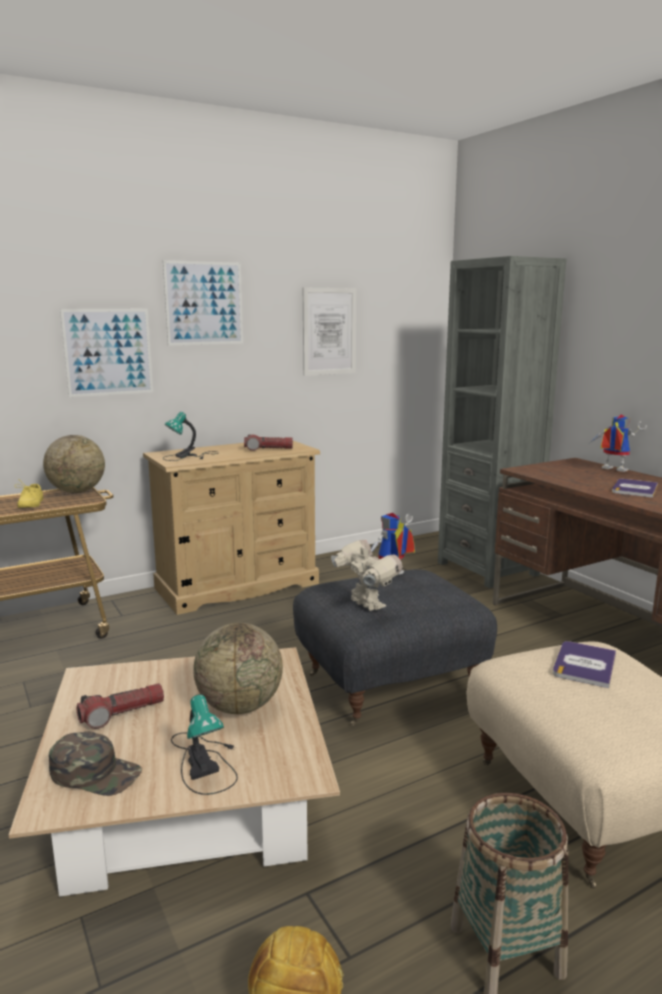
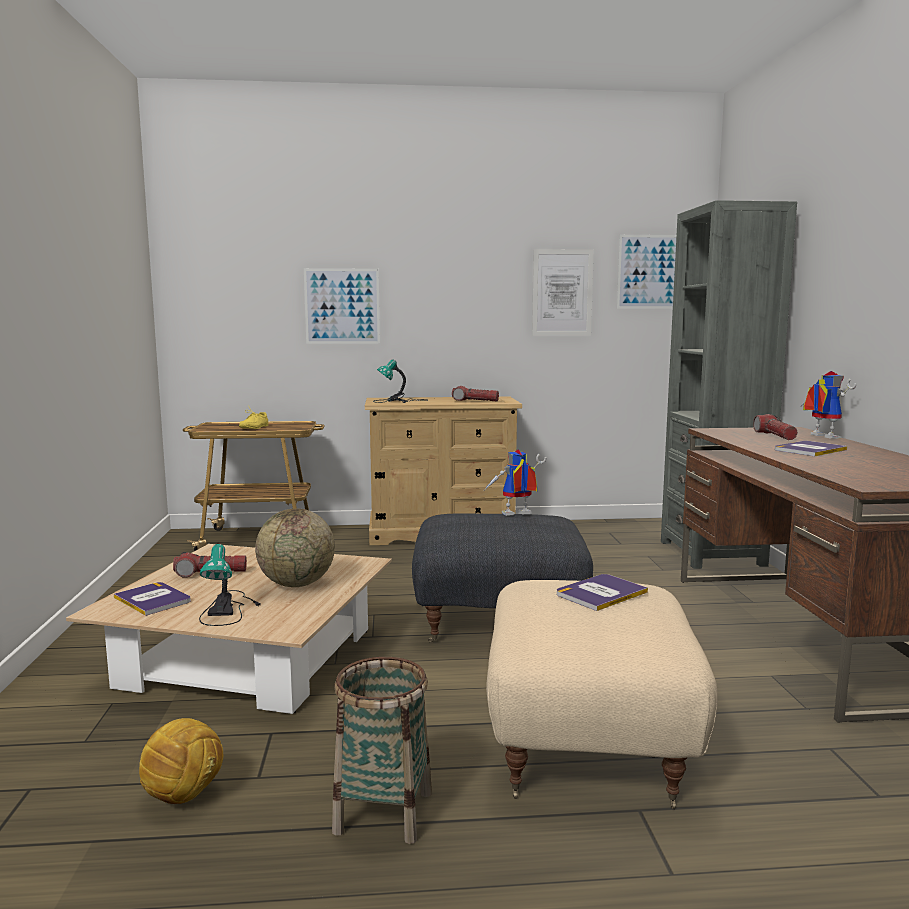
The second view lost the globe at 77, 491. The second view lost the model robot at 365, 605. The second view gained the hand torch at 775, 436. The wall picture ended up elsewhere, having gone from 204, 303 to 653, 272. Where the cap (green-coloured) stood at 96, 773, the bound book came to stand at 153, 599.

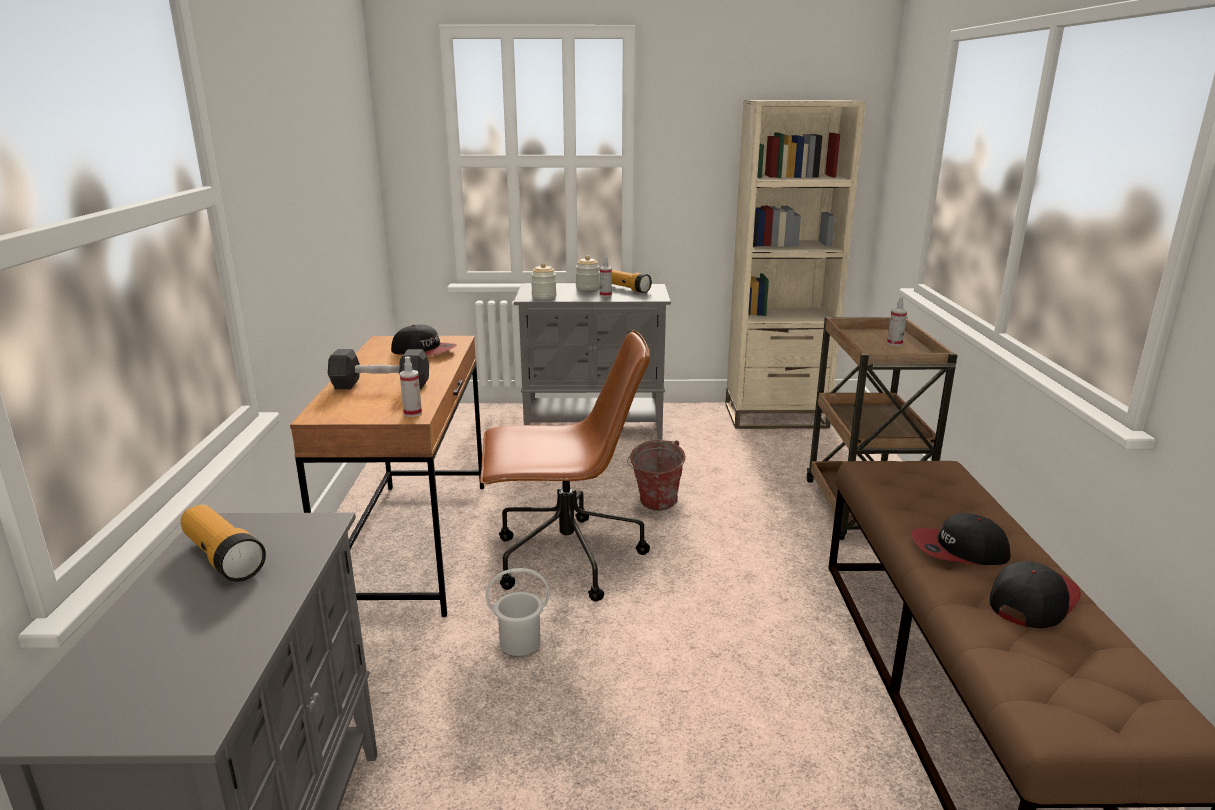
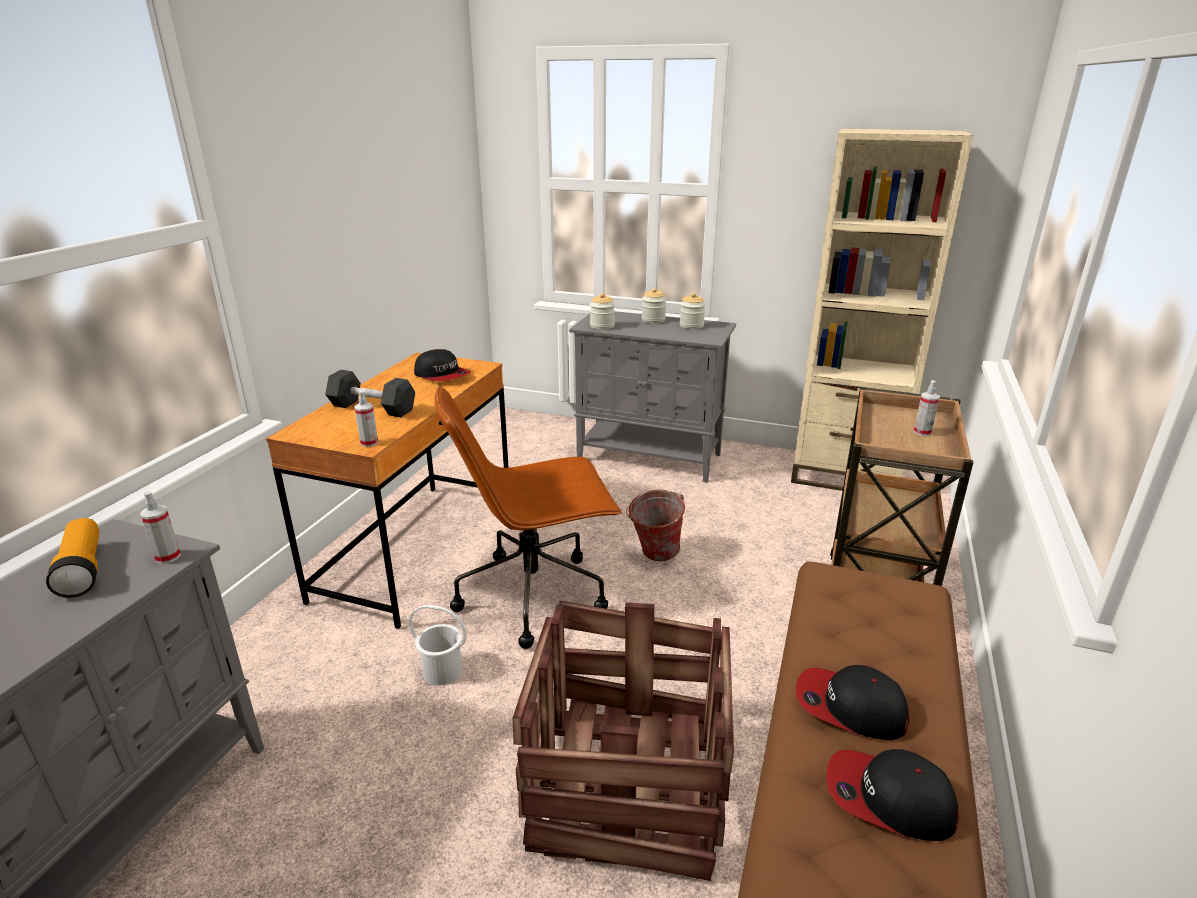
The second view gained the crate at 626, 788. The hand sprayer ended up elsewhere, having gone from 605, 295 to 168, 557. Where the hand torch stood at 627, 289, the jar came to stand at 691, 325. The desk chair (brownish) at 565, 559 ended up facing another way, 150 degrees clockwise from before. The cap at 1032, 600 ended up facing another way, 135 degrees counterclockwise from before.

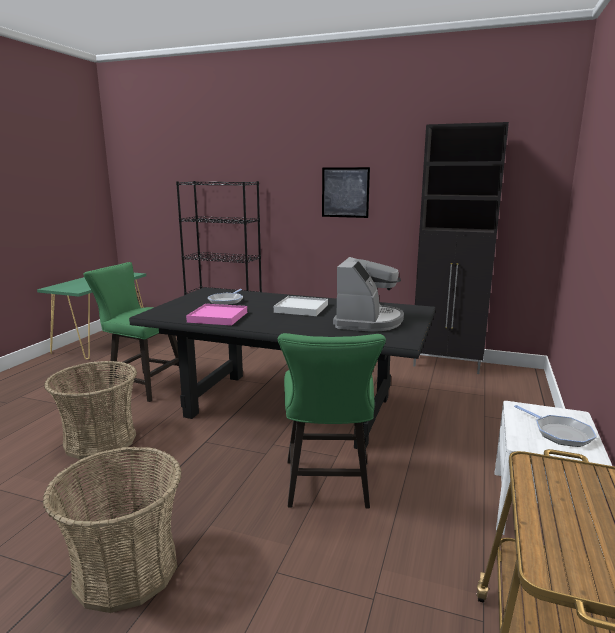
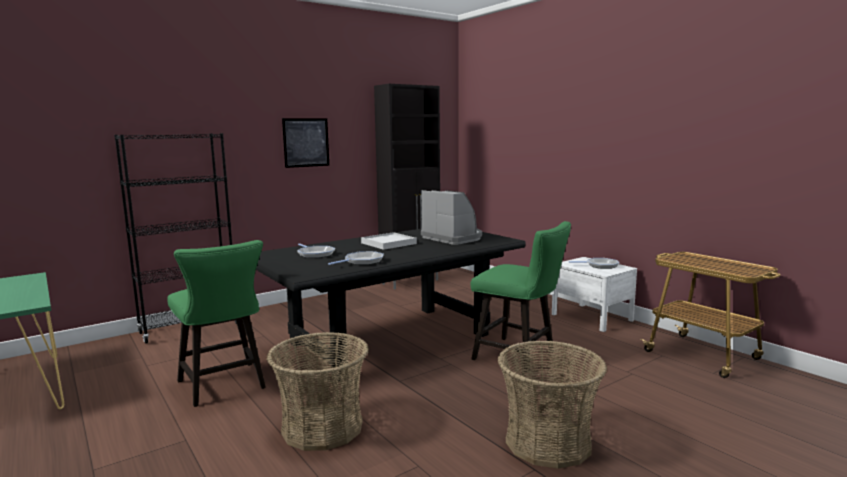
Where the serving tray (pink-coloured) stood at 218, 317, the pan came to stand at 362, 261. The plain chair (green-coloured) at 143, 385 ended up facing another way, 90 degrees counterclockwise from before.

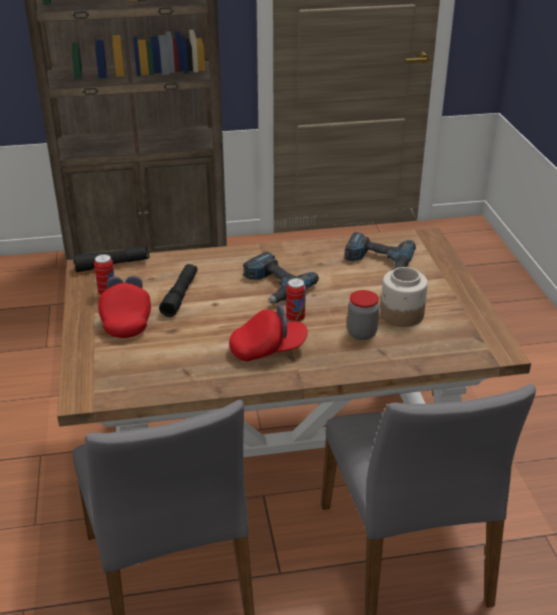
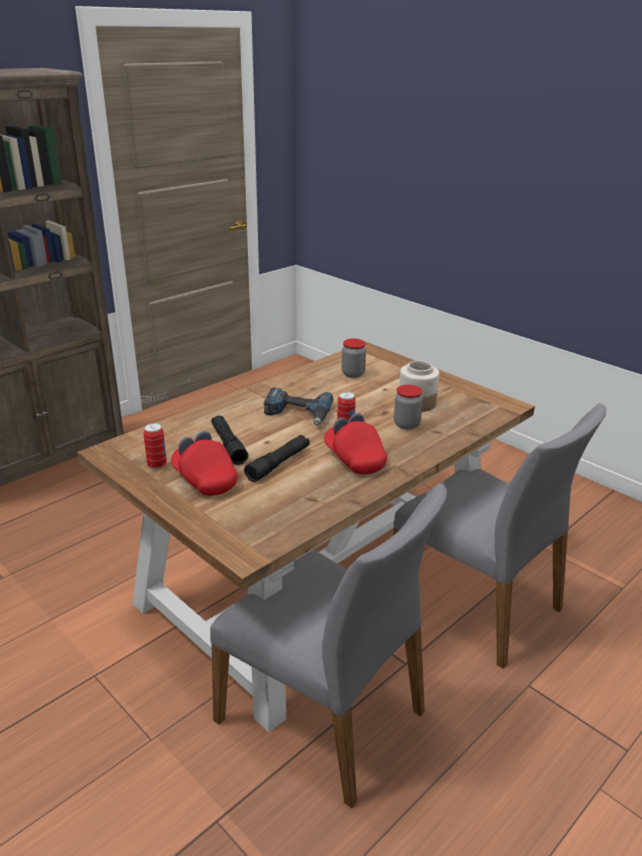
The hand torch (black-coloured) ended up elsewhere, having gone from 112, 265 to 278, 464. Where the power drill stood at 378, 261, the jar came to stand at 353, 374. The cap (reddish) at 268, 349 ended up facing another way, 75 degrees counterclockwise from before.

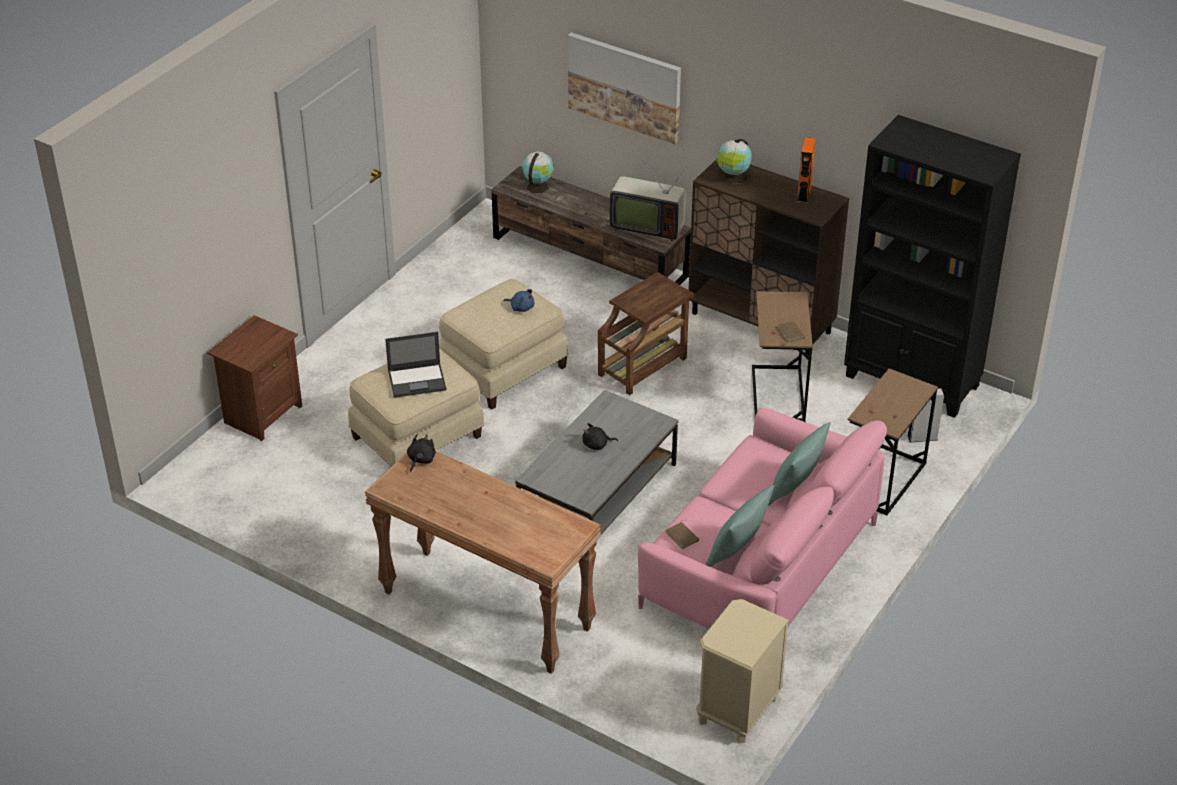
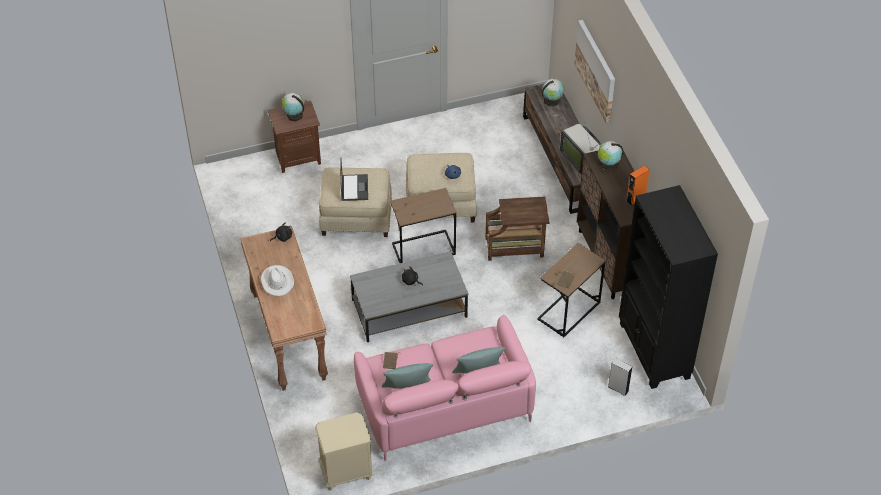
The second view gained the wearable hat (white-coloured) at 277, 281. The second view gained the globe at 293, 115. The end table (brownish) ended up elsewhere, having gone from 883, 480 to 423, 249. The laptop at 417, 380 ended up facing another way, 120 degrees counterclockwise from before.

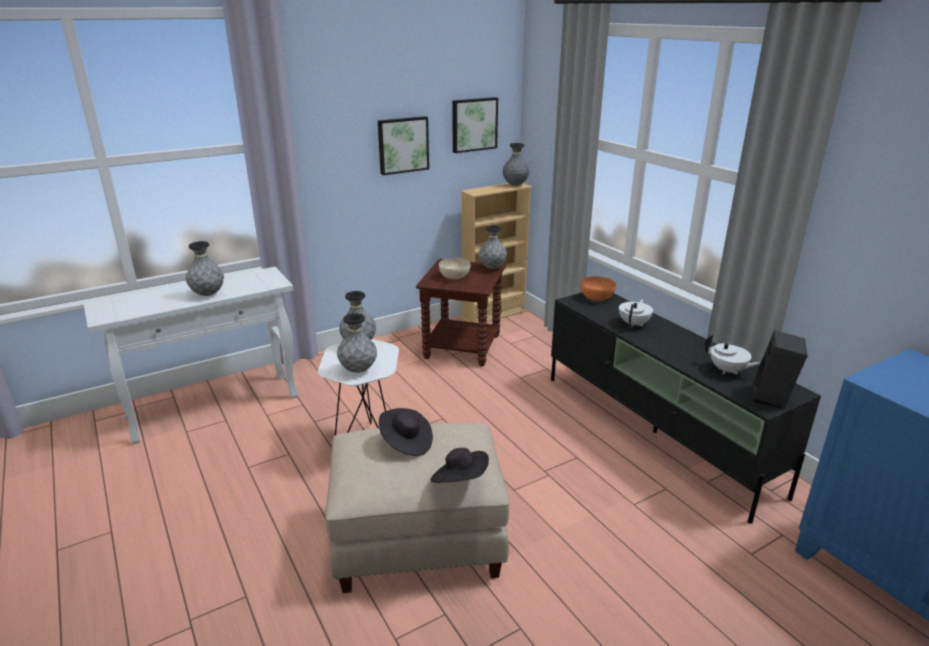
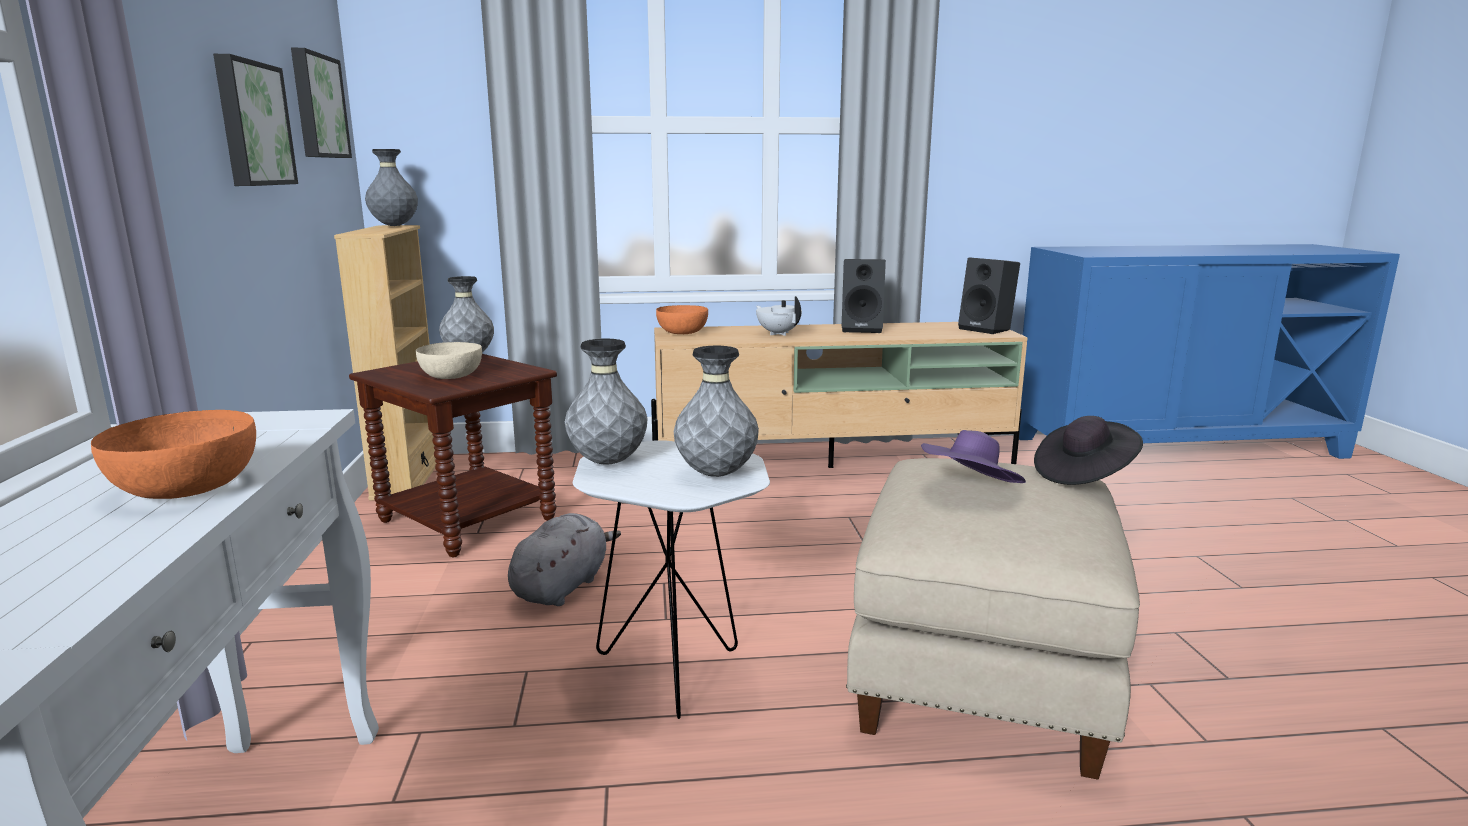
The second view lost the tea pot (white-coloured) at 727, 371. The second view gained the soft toy (grey) at 562, 586. The second view gained the loudspeaker (black-coloured) at 862, 329. Where the flower vase (grey) stood at 208, 294, the serving bowl (orange-coloured) came to stand at 189, 488. What was the wearable hat (black-coloured) at 406, 443 turned into the wearable hat (purple) at 970, 489. What was the tv stand (black-coloured) at 655, 432 turned into the tv stand (beige) at 833, 467.

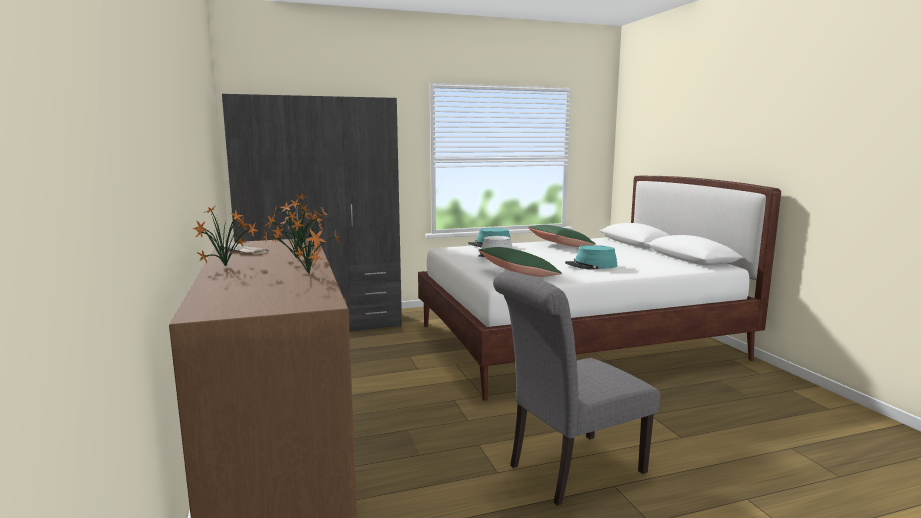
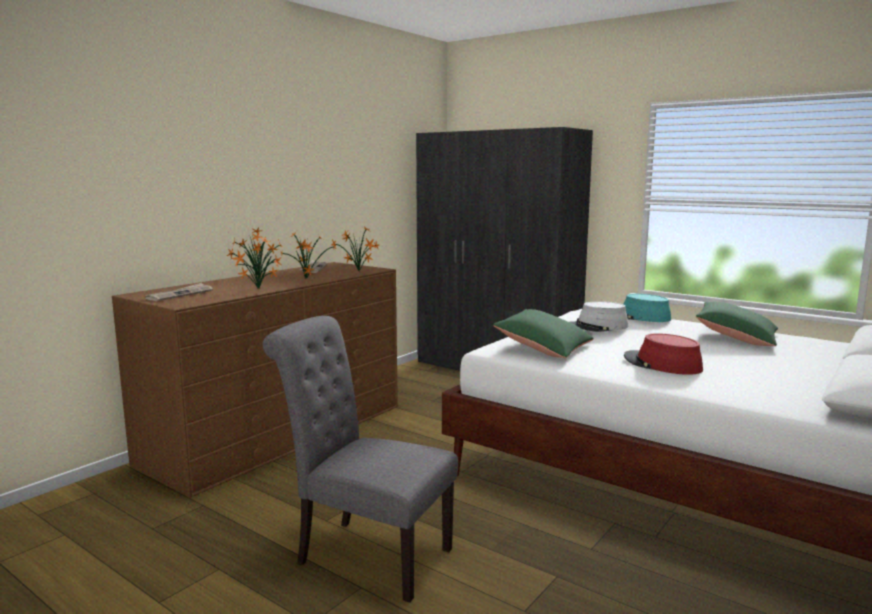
The second view gained the printed paper at 180, 294. What was the wearable hat (turquoise) at 591, 265 turned into the wearable hat (reddish) at 662, 364.

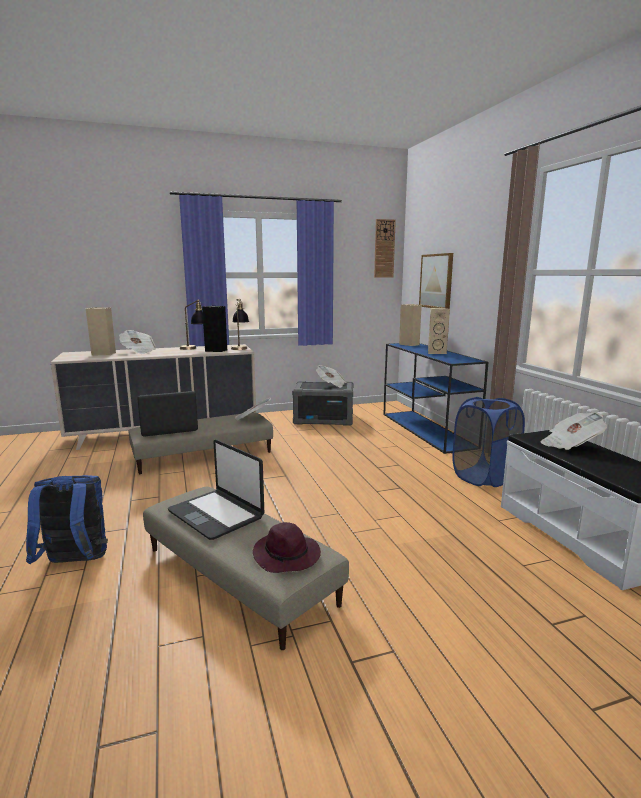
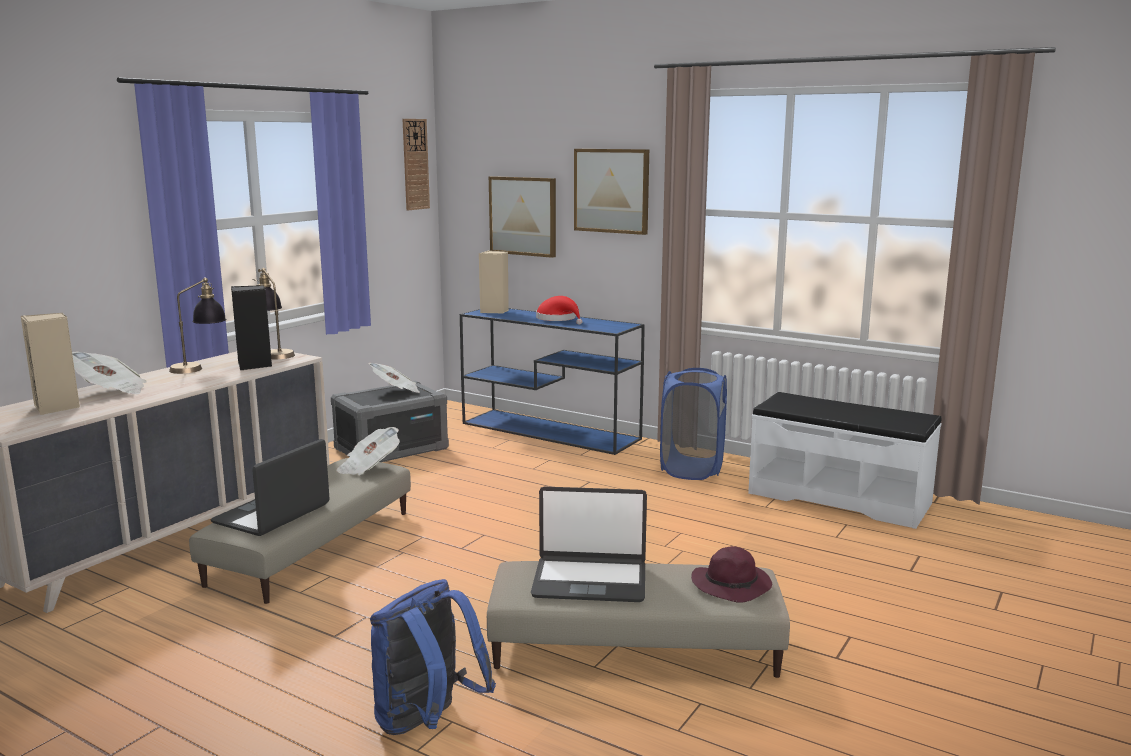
The second view lost the printed paper at 570, 445. The second view gained the wall picture at 611, 190. Where the loudspeaker (beige) stood at 436, 352, the wearable hat (reddish) came to stand at 558, 319.

